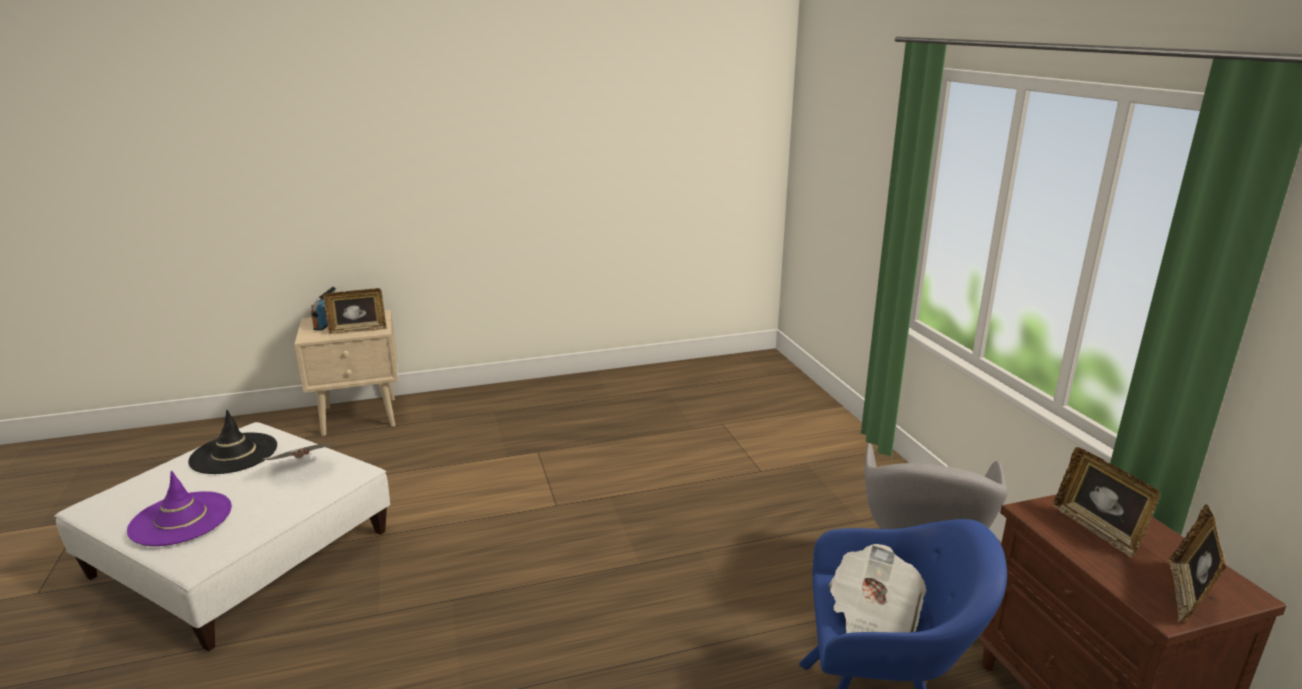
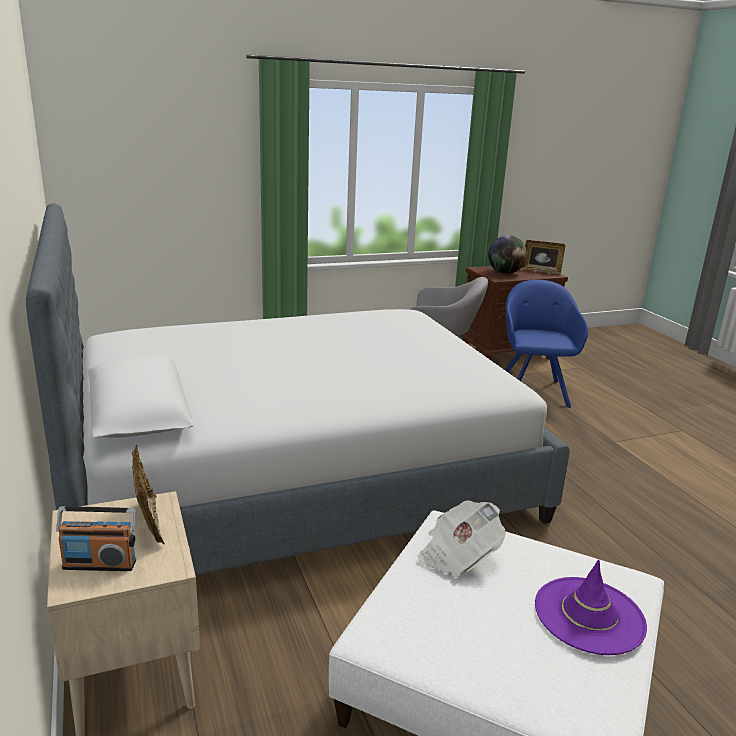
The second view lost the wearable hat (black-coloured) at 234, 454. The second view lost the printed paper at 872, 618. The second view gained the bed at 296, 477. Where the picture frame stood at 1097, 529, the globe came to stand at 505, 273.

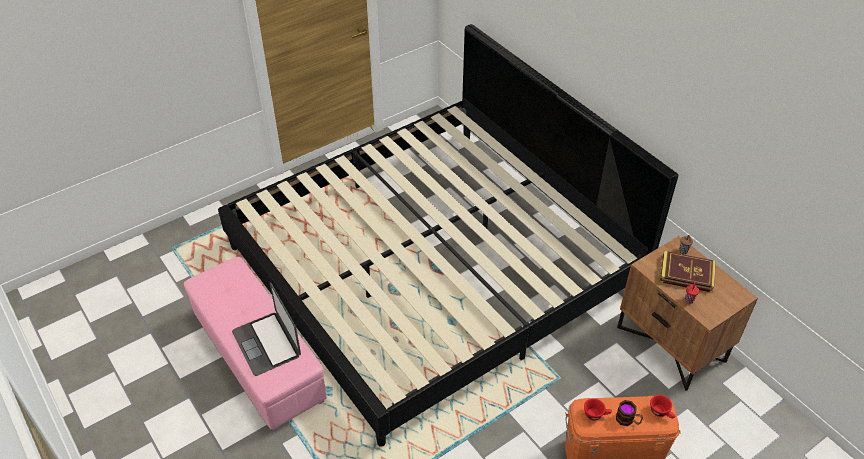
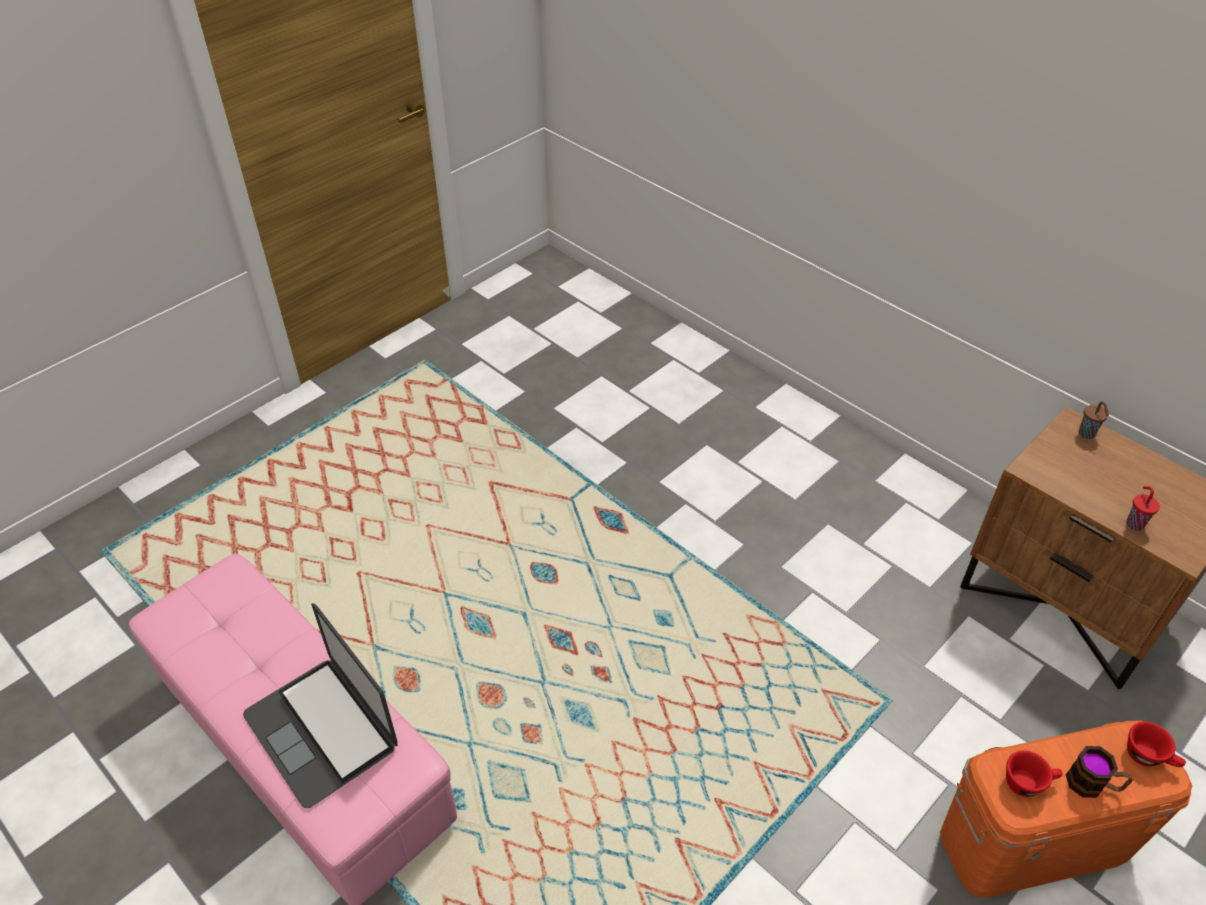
The second view lost the bed at 432, 266. The second view lost the bound book at 686, 274.

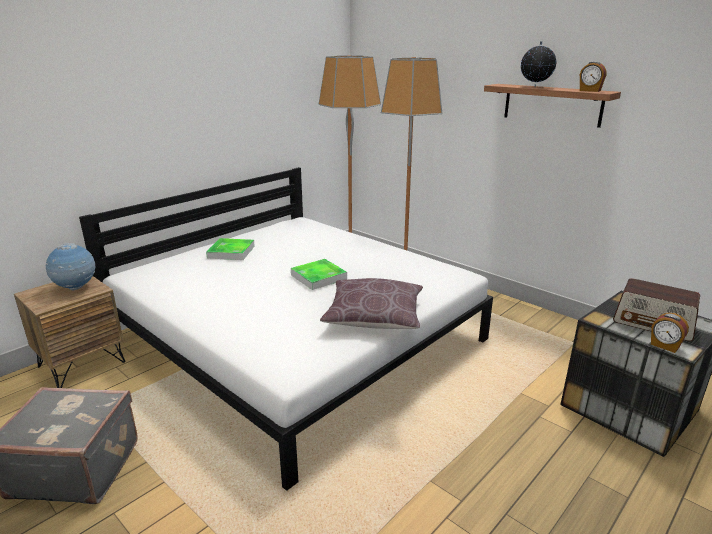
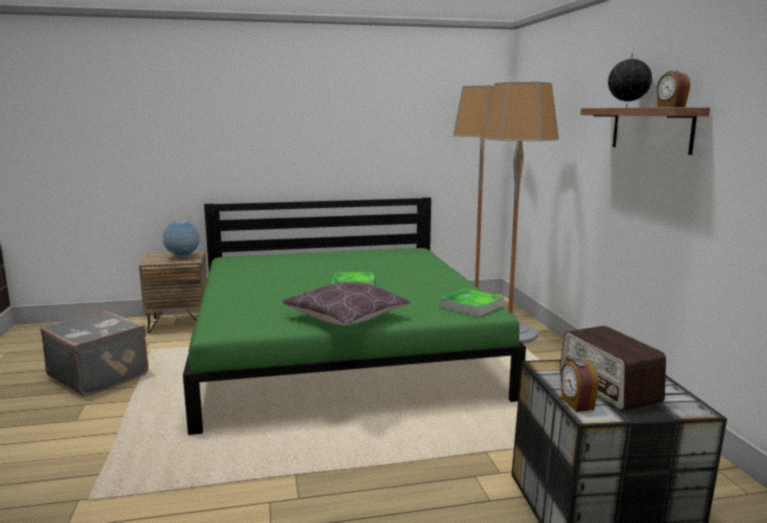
The serving tray ended up elsewhere, having gone from 231, 252 to 471, 306. What was the bed (white-coloured) at 297, 339 turned into the bed (green-coloured) at 340, 350.

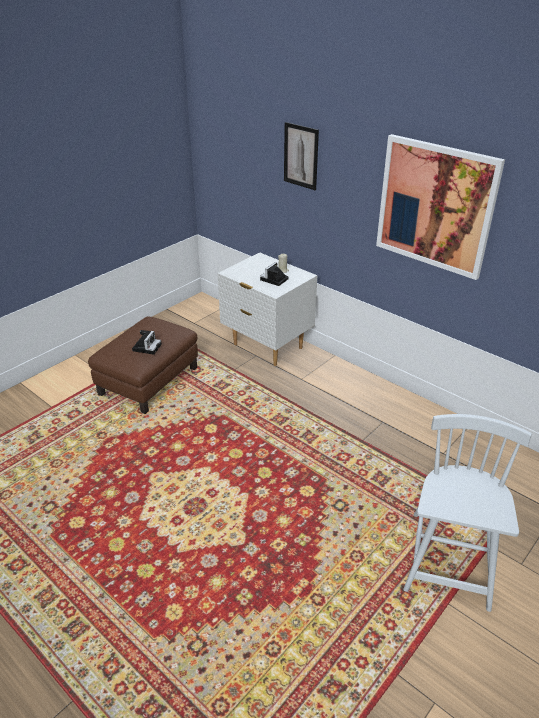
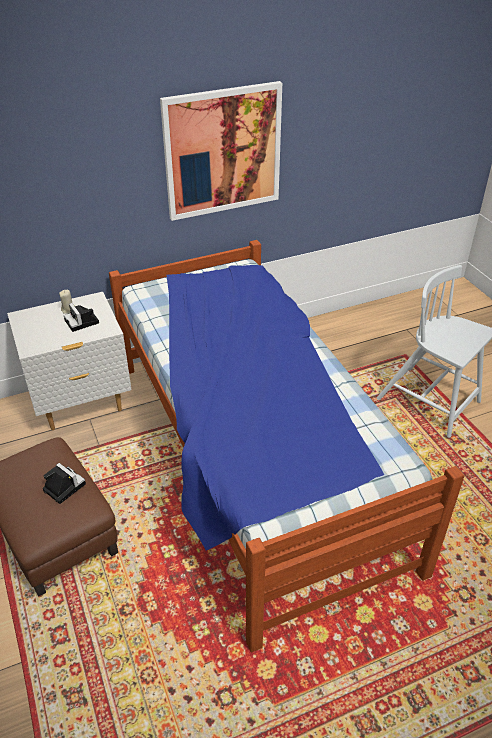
The second view lost the wall picture at 301, 156. The second view gained the bed at 252, 458.

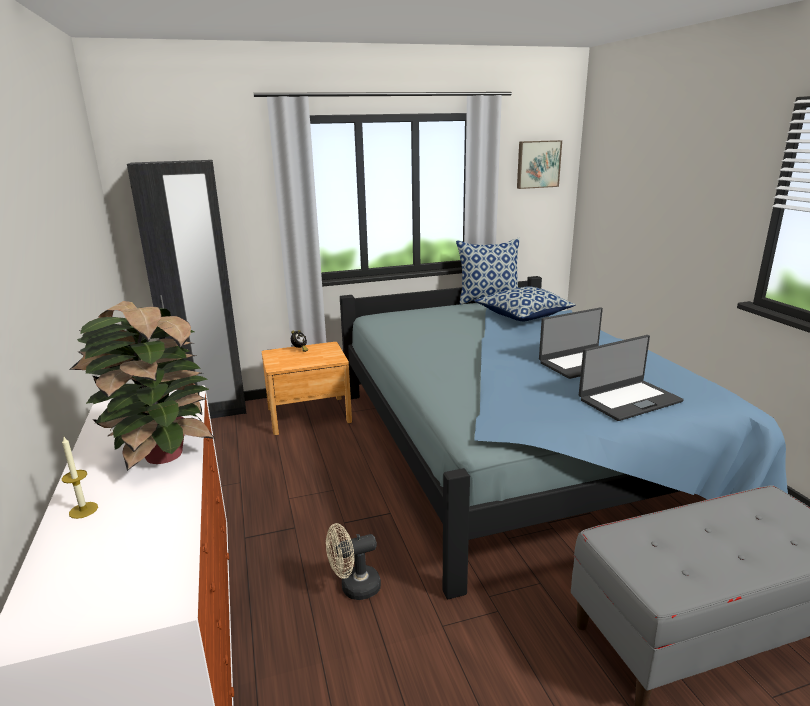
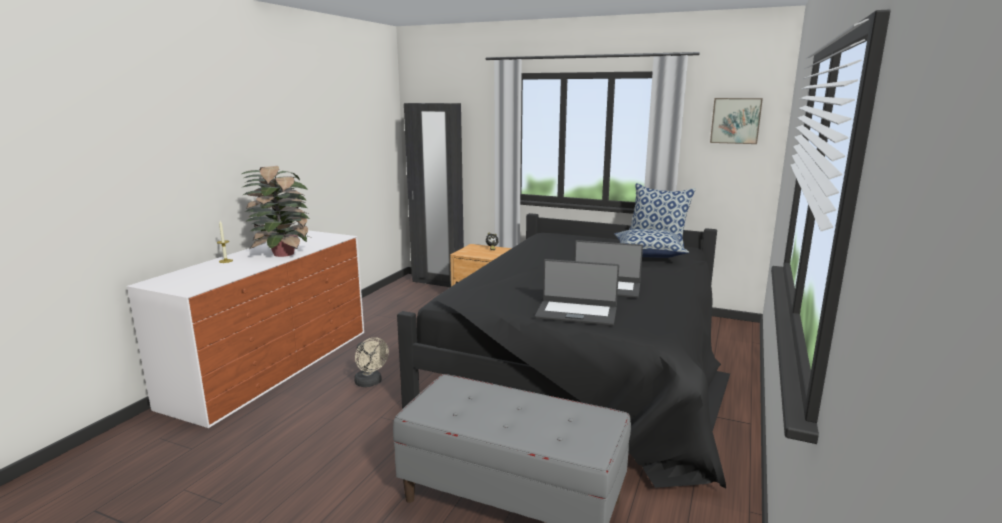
What was the bed (blue-coloured) at 518, 450 turned into the bed (black-coloured) at 586, 365. The cooling fan (beige) at 354, 588 ended up facing another way, 150 degrees counterclockwise from before.

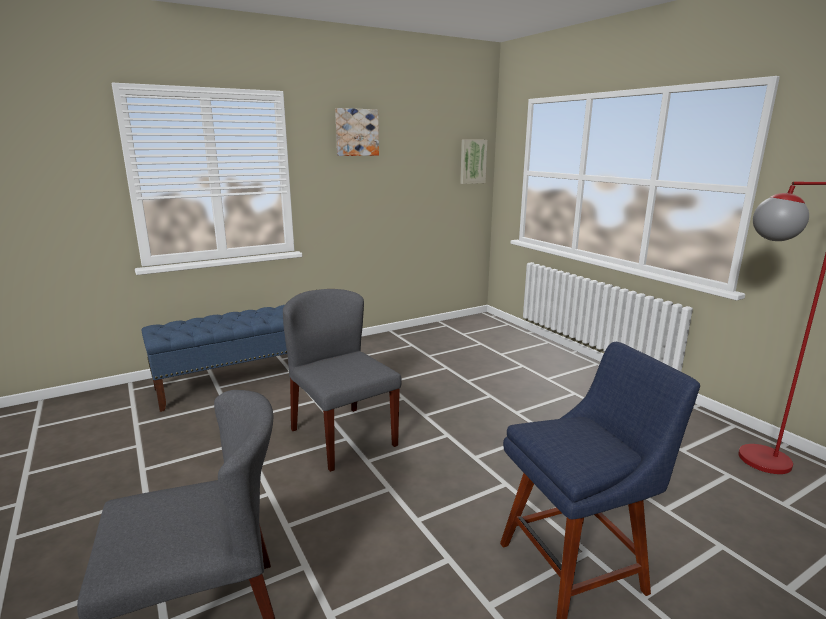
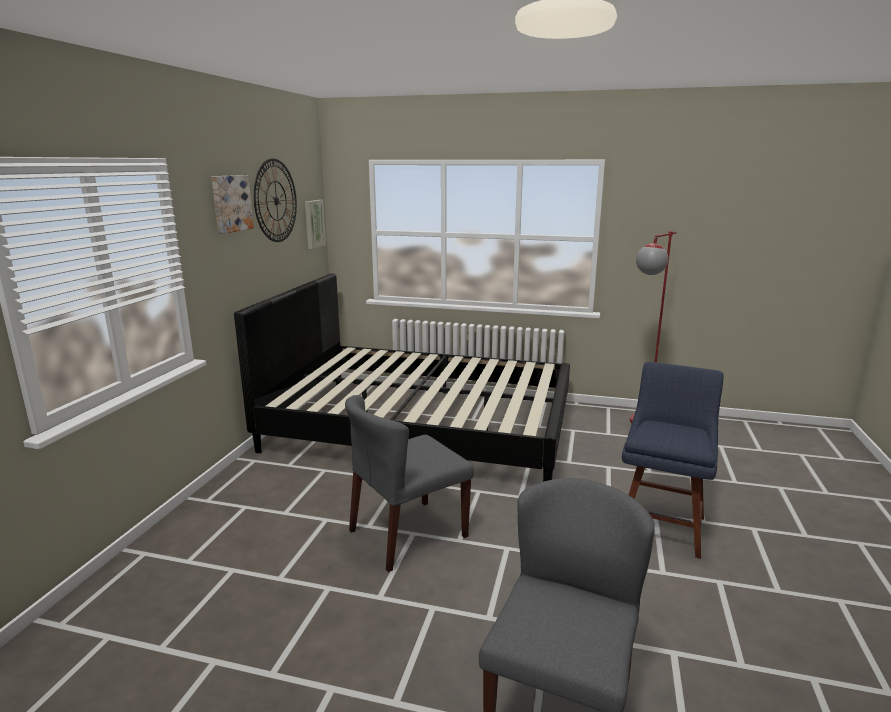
The second view lost the indoor bench (blue-coloured) at 234, 383. The second view gained the bed (black-coloured) at 422, 427. The second view gained the clock on the wall at 276, 201. The plain chair (grey) at 342, 437 ended up facing another way, 45 degrees counterclockwise from before.

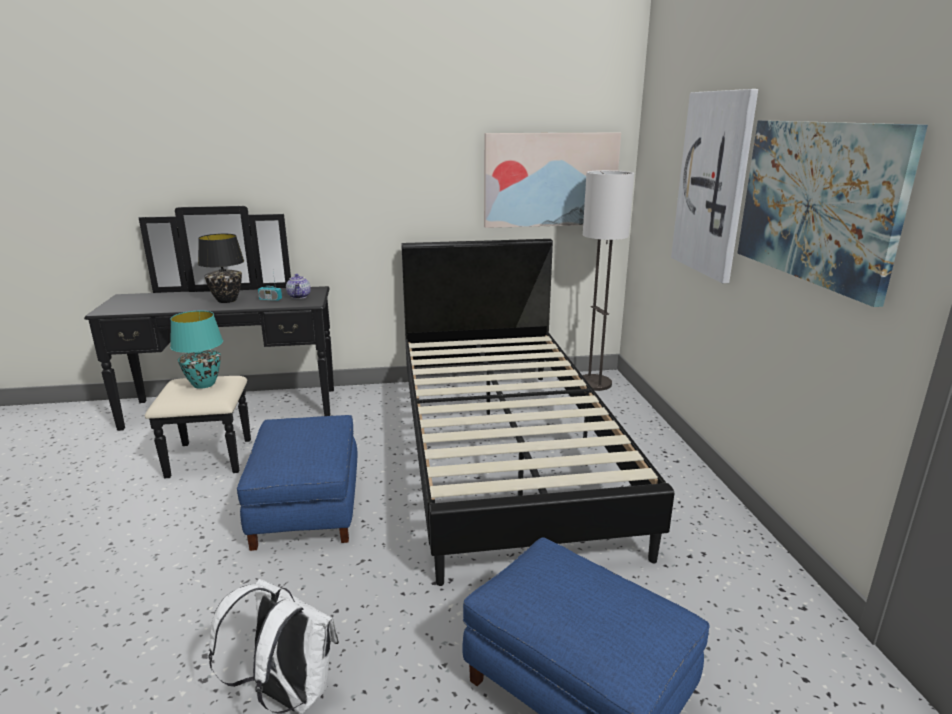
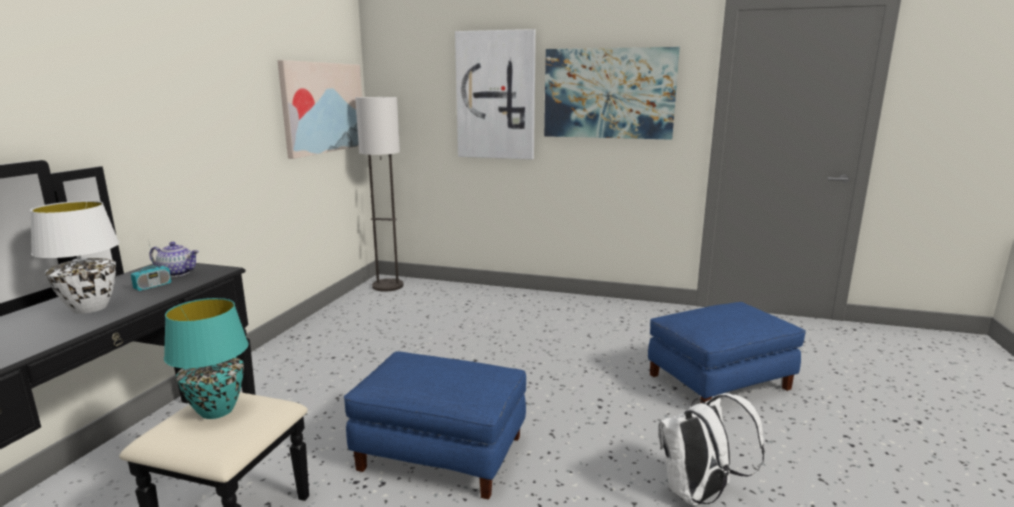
The second view lost the bed (black-coloured) at 504, 451. What was the table lamp (black-coloured) at 226, 300 turned into the table lamp (white-coloured) at 89, 308.

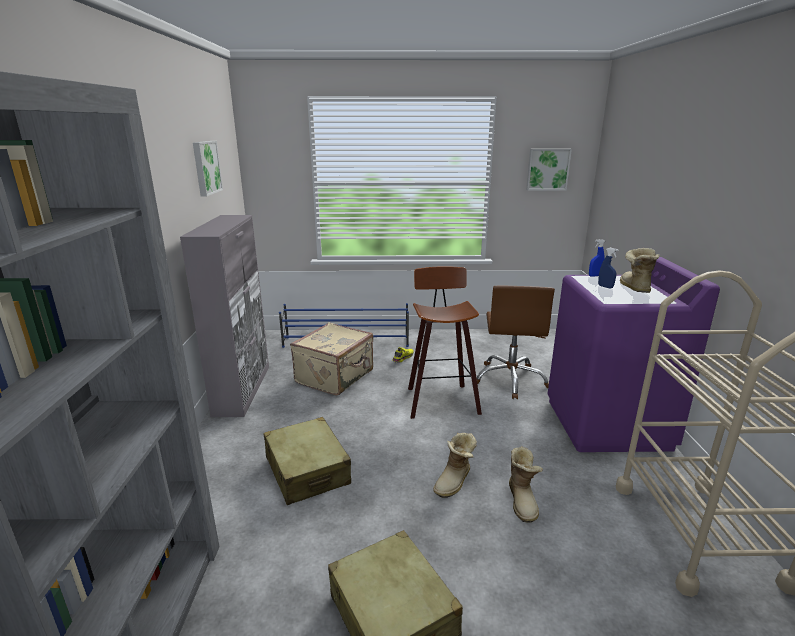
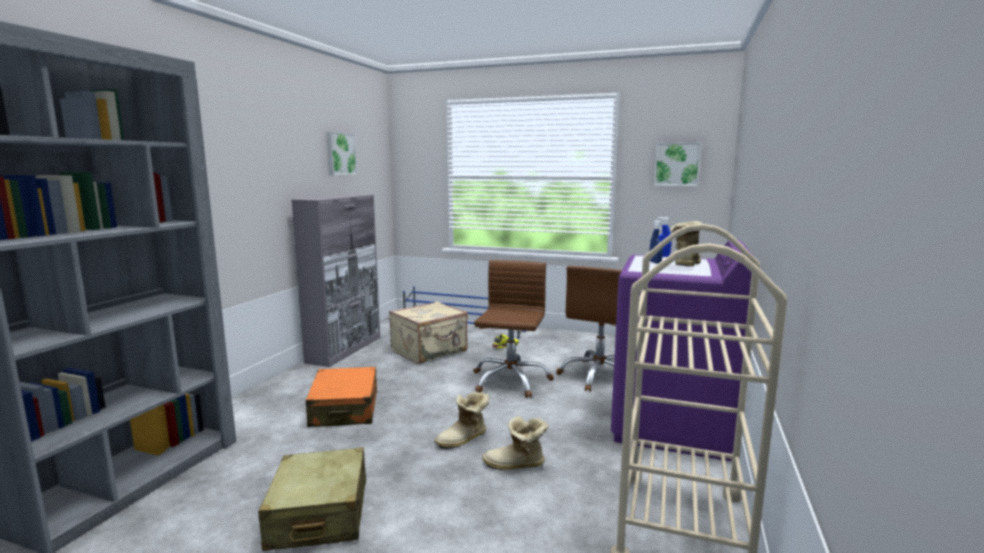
Where the sitting stool stood at 440, 399, the desk chair (brownish) came to stand at 510, 380. What was the piece of luggage (beige) at 307, 471 turned into the piece of luggage (orange-coloured) at 345, 409. The boot at 523, 500 ended up facing another way, 75 degrees clockwise from before.

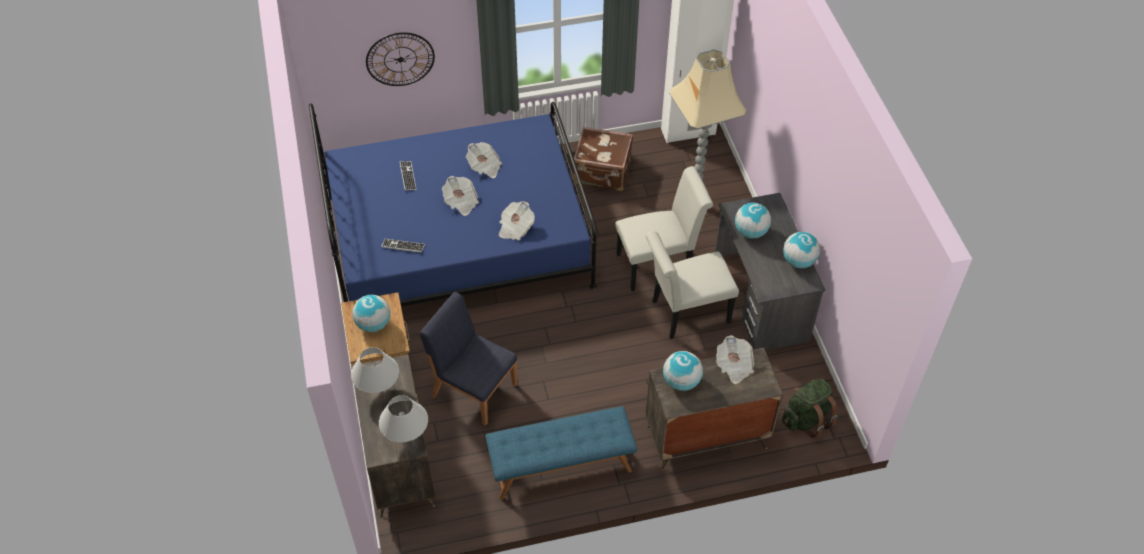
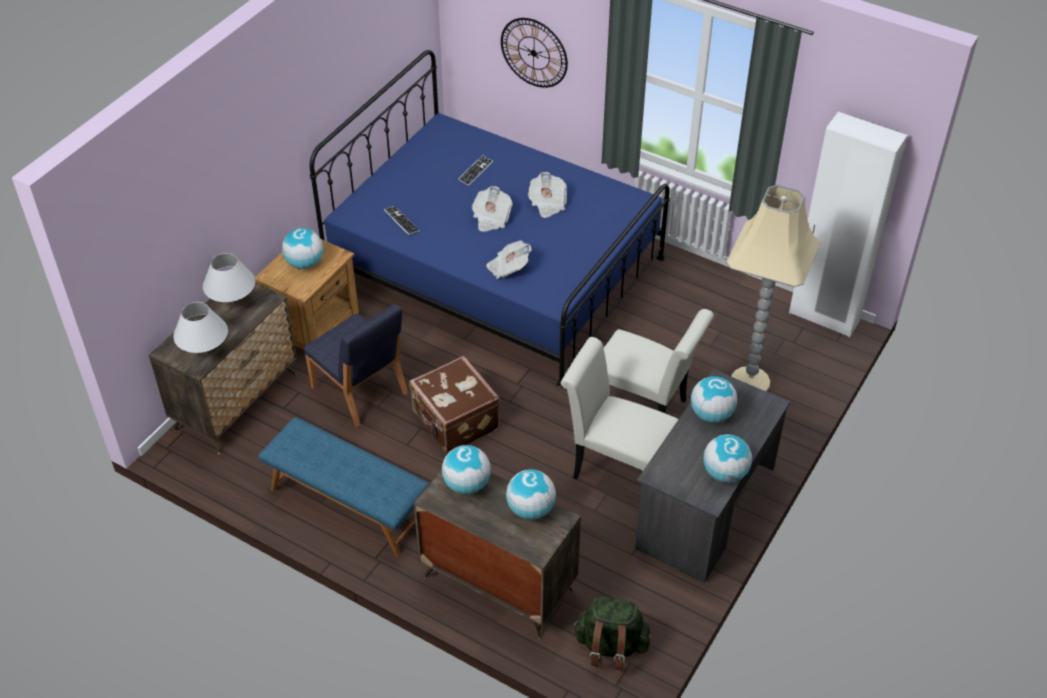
The piece of luggage (brownish) ended up elsewhere, having gone from 602, 173 to 455, 422. Where the printed paper stood at 734, 366, the globe came to stand at 531, 509. The plain chair (blue-coloured) at 473, 389 ended up facing another way, 150 degrees clockwise from before.

